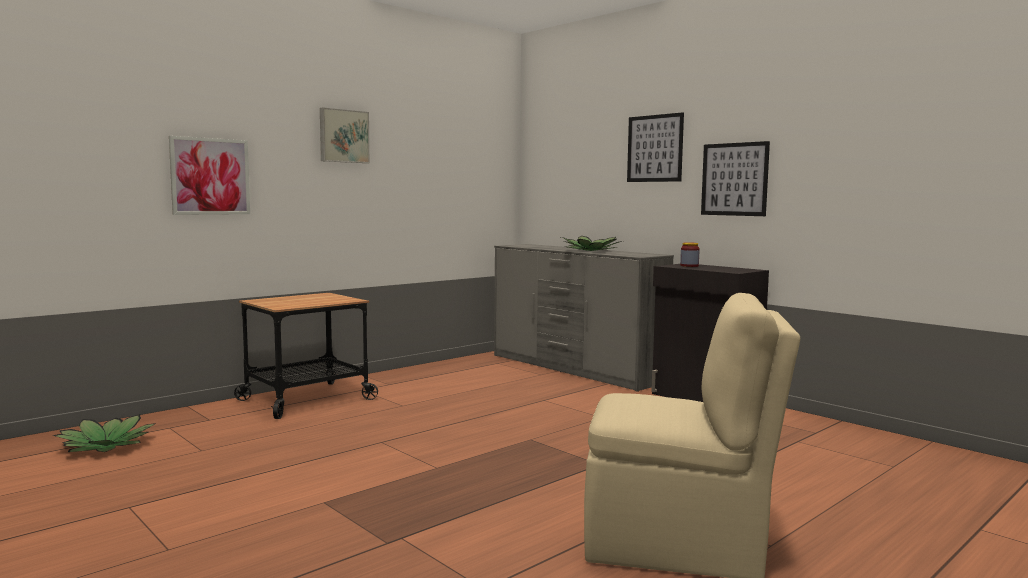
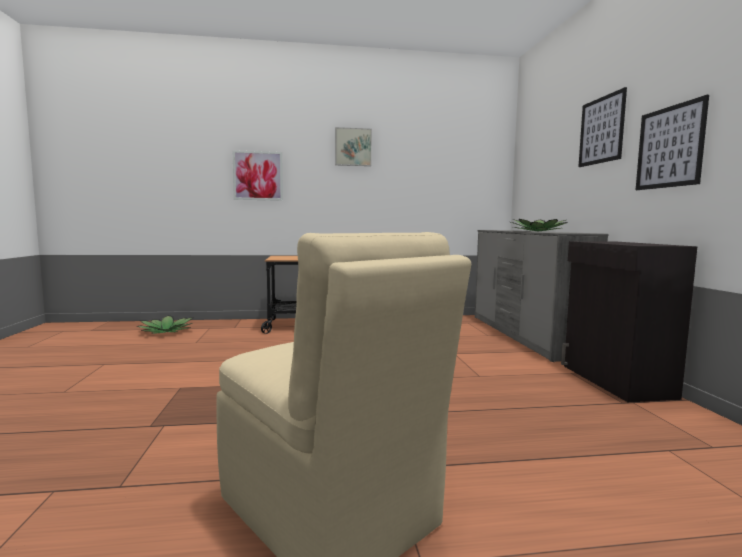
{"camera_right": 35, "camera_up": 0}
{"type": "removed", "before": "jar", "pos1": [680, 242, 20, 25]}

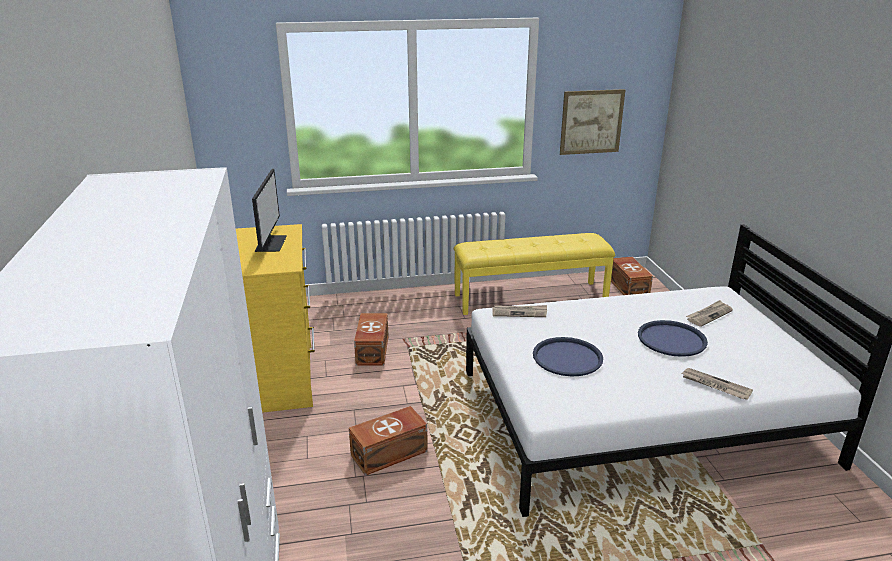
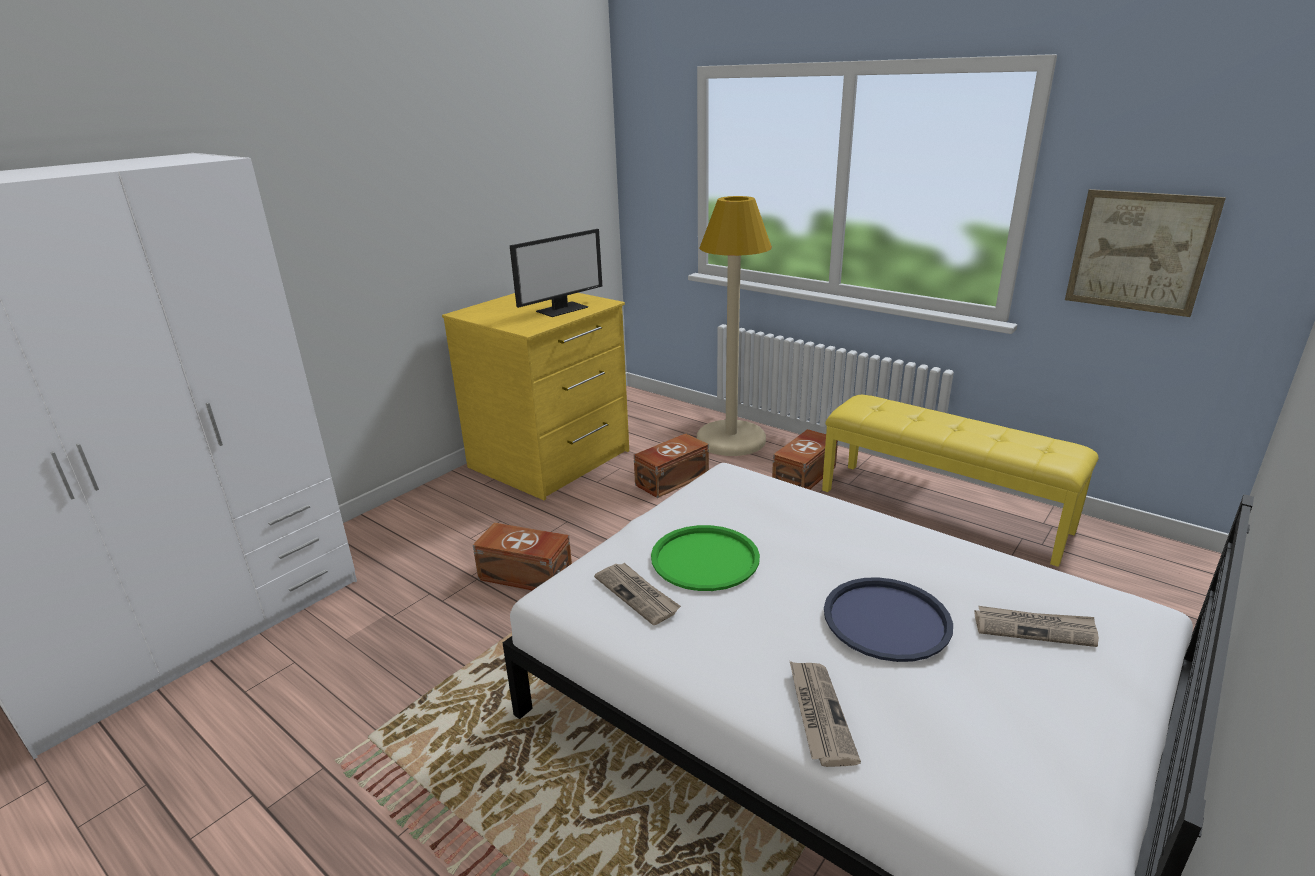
{"camera_right": 50, "camera_up": 0}
{"type": "added", "after": "beige floor lamp", "pos2": [697, 196, 75, 260]}
{"type": "moved", "before": "newspaper", "pos1": [492, 305, 55, 12], "pos2": [594, 563, 87, 62]}
{"type": "moved", "before": "brown storage box", "pos1": [611, 257, 42, 38], "pos2": [772, 429, 66, 61]}
{"type": "recoloured", "before": "blue tray", "after": "green tray", "pos1": [533, 337, 70, 39], "pos2": [651, 525, 109, 66]}

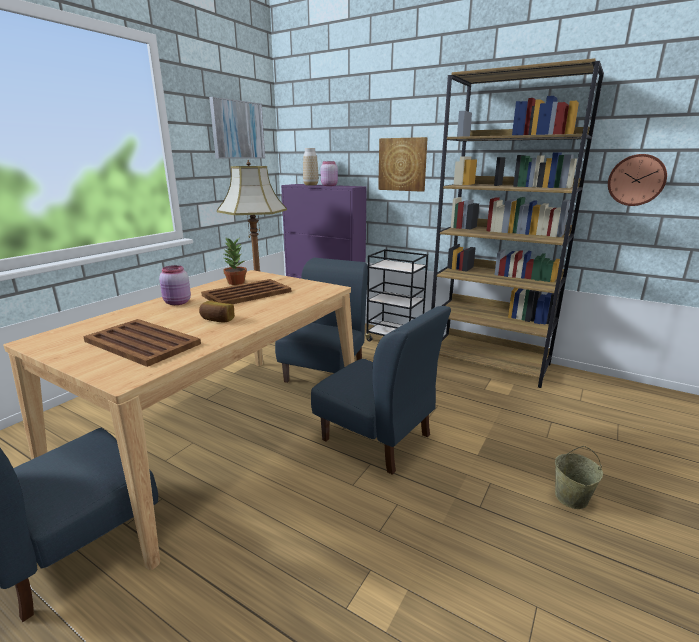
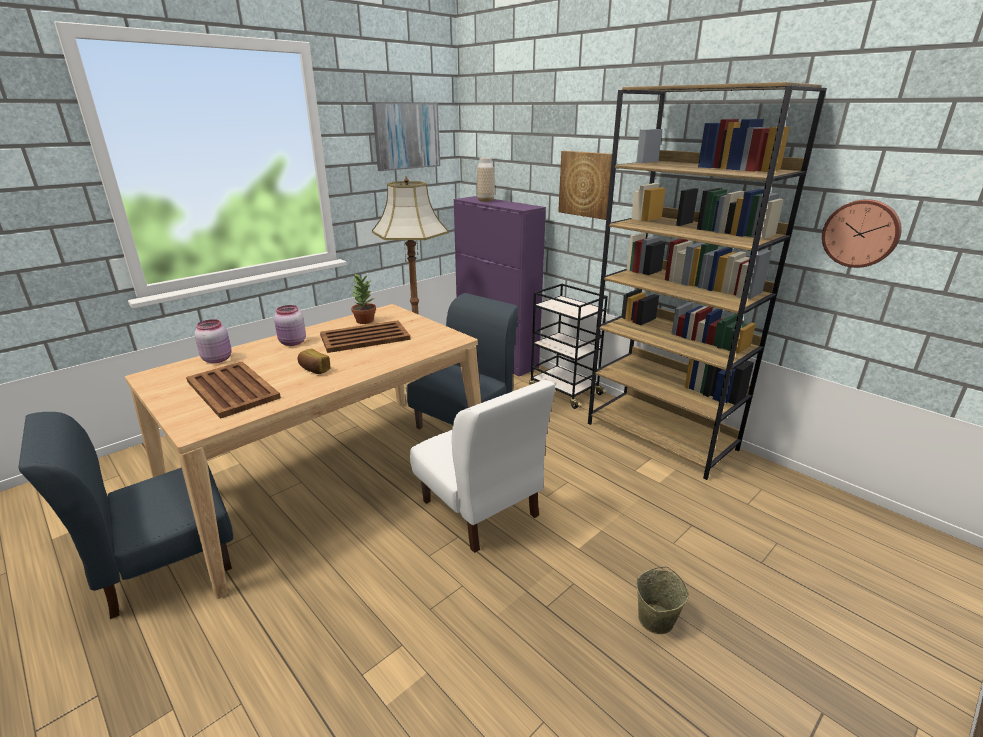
{"camera_right": 15, "camera_up": 5}
{"type": "moved", "before": "pink jar", "pos1": [321, 161, 17, 25], "pos2": [194, 319, 38, 44]}
{"type": "recoloured", "before": "blue chair", "after": "white chair", "pos1": [311, 306, 140, 169], "pos2": [410, 380, 145, 173]}

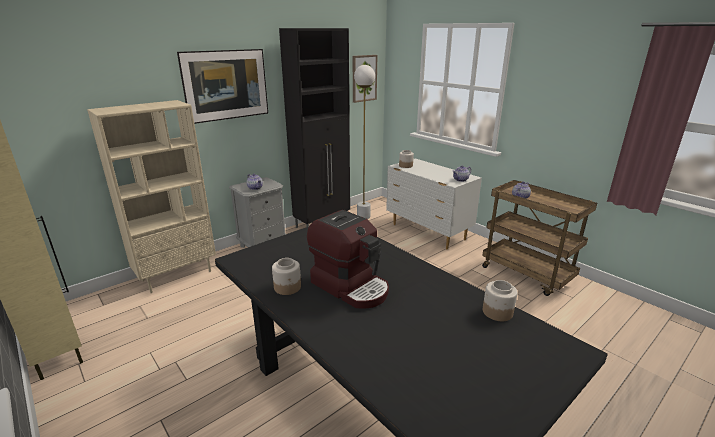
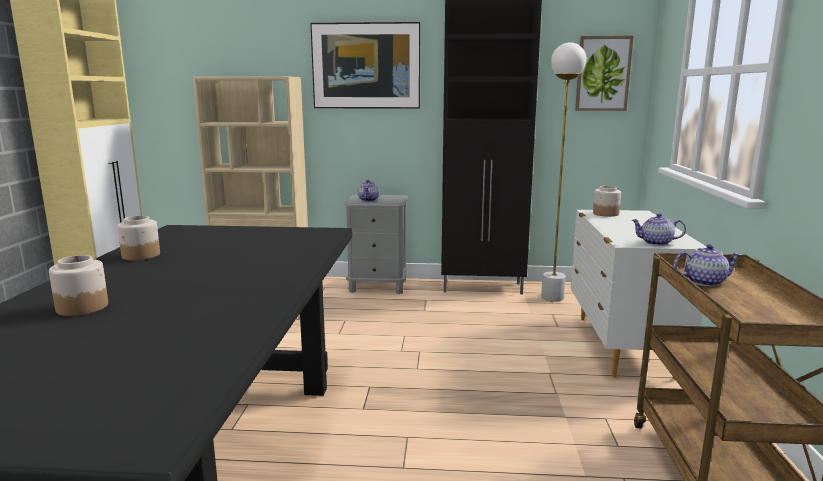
{"camera_right": 45, "camera_up": -10}
{"type": "removed", "before": "coffee machine", "pos1": [307, 210, 82, 99]}
{"type": "moved", "before": "jar", "pos1": [483, 280, 35, 41], "pos2": [49, 255, 59, 61]}

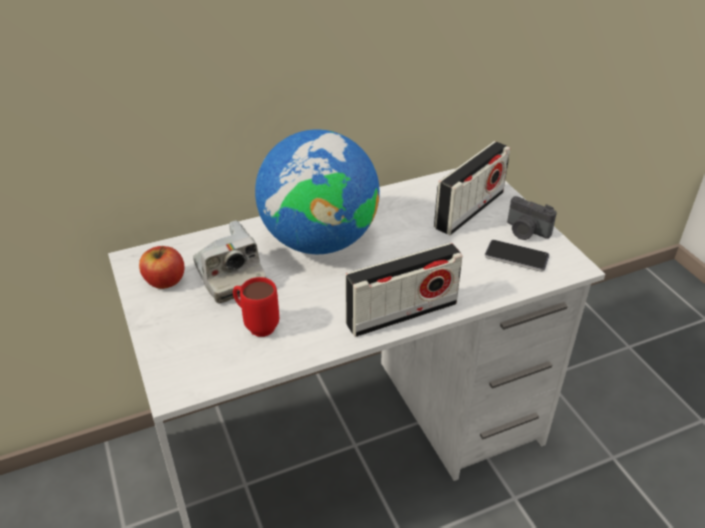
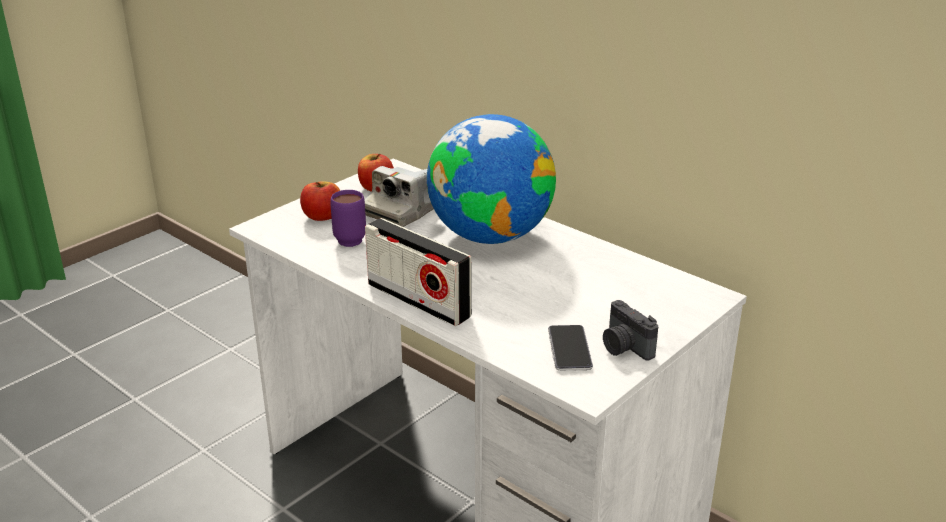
{"camera_right": 65, "camera_up": -10}
{"type": "removed", "before": "radio", "pos1": [434, 141, 76, 94]}
{"type": "added", "after": "apple", "pos2": [300, 181, 40, 40]}
{"type": "recoloured", "before": "red mug", "after": "purple mug", "pos1": [233, 277, 46, 60], "pos2": [330, 190, 36, 57]}
{"type": "turned", "before": "photo camera", "pos1": [507, 196, 50, 44], "pos2": [603, 300, 55, 61], "turn": -45}

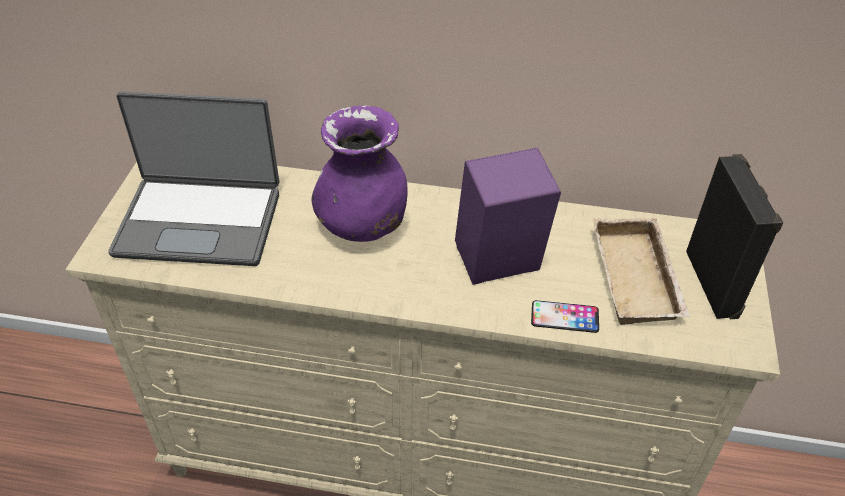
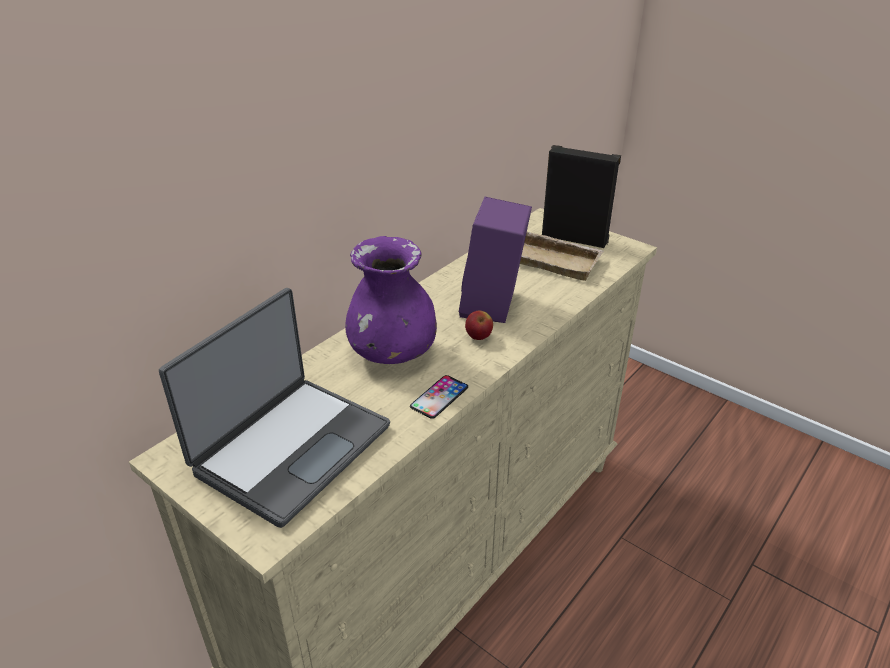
{"camera_right": -60, "camera_up": -10}
{"type": "added", "after": "apple", "pos2": [465, 311, 28, 29]}
{"type": "moved", "before": "phone", "pos1": [531, 300, 68, 33], "pos2": [410, 375, 58, 44]}

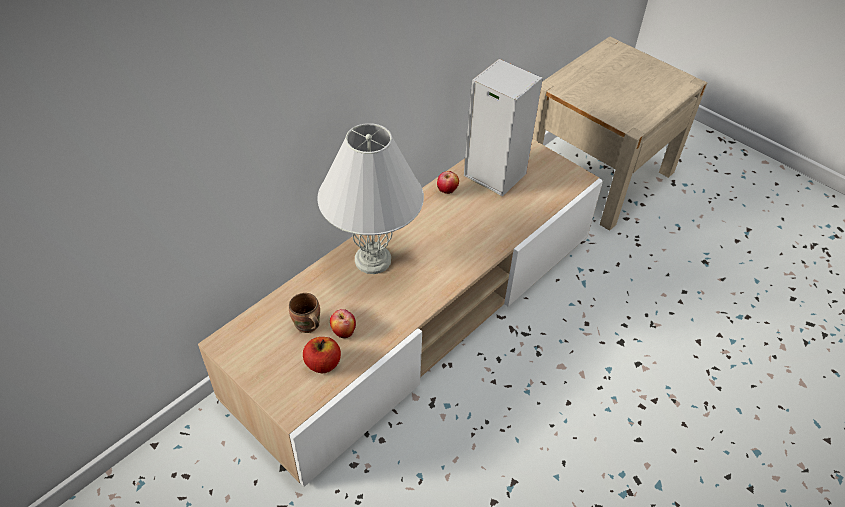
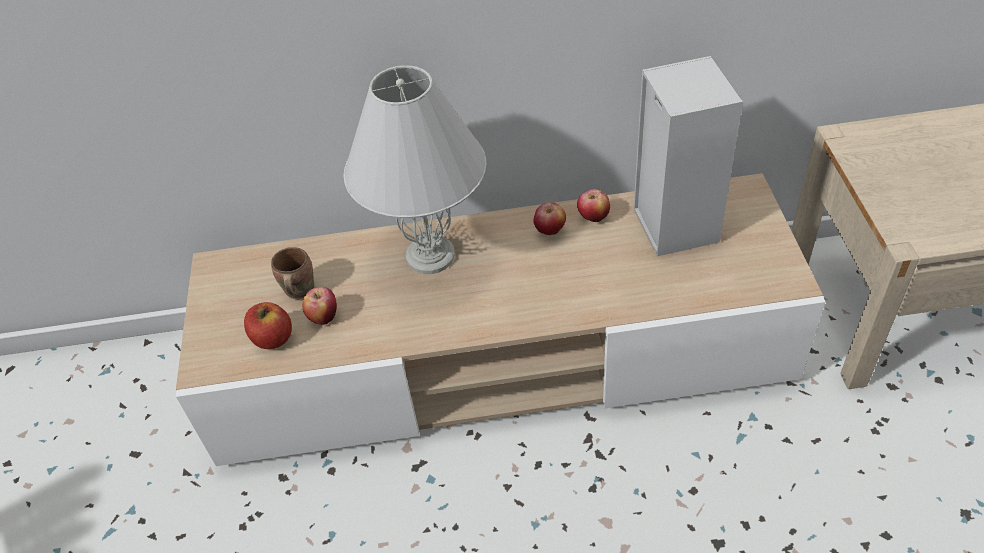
{"camera_right": 45, "camera_up": 0}
{"type": "added", "after": "apple", "pos2": [533, 202, 33, 33]}

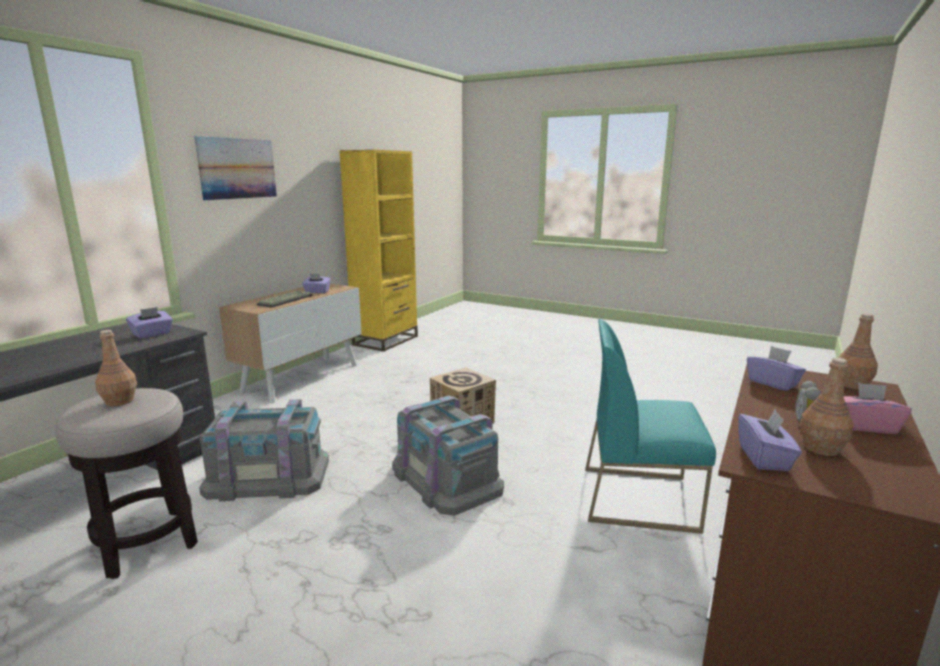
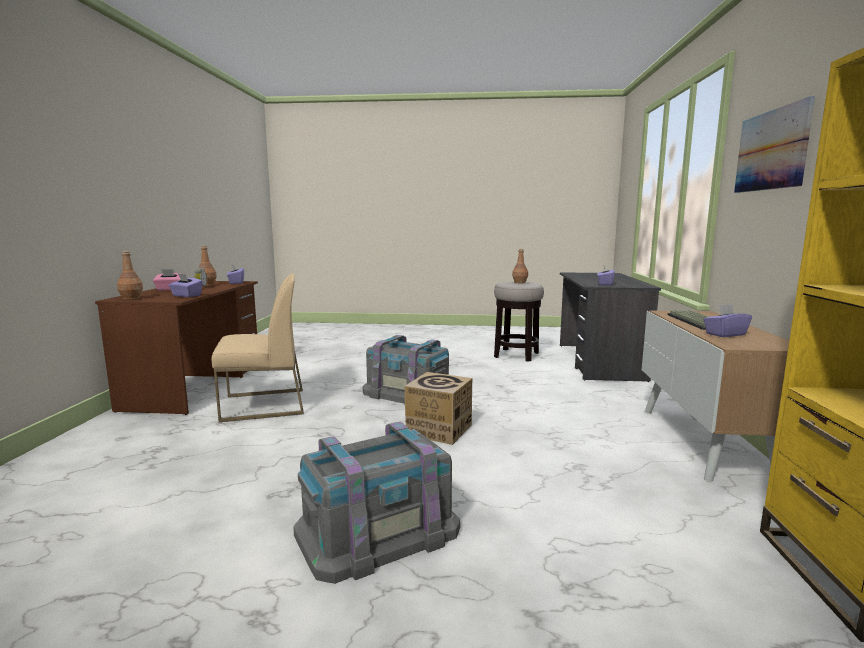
{"camera_right": 155, "camera_up": -5}
{"type": "moved", "before": "grey storage box", "pos1": [199, 399, 130, 102], "pos2": [293, 422, 167, 162]}
{"type": "recoloured", "before": "turquoise chair", "after": "beige chair", "pos1": [585, 319, 131, 215], "pos2": [212, 273, 92, 149]}

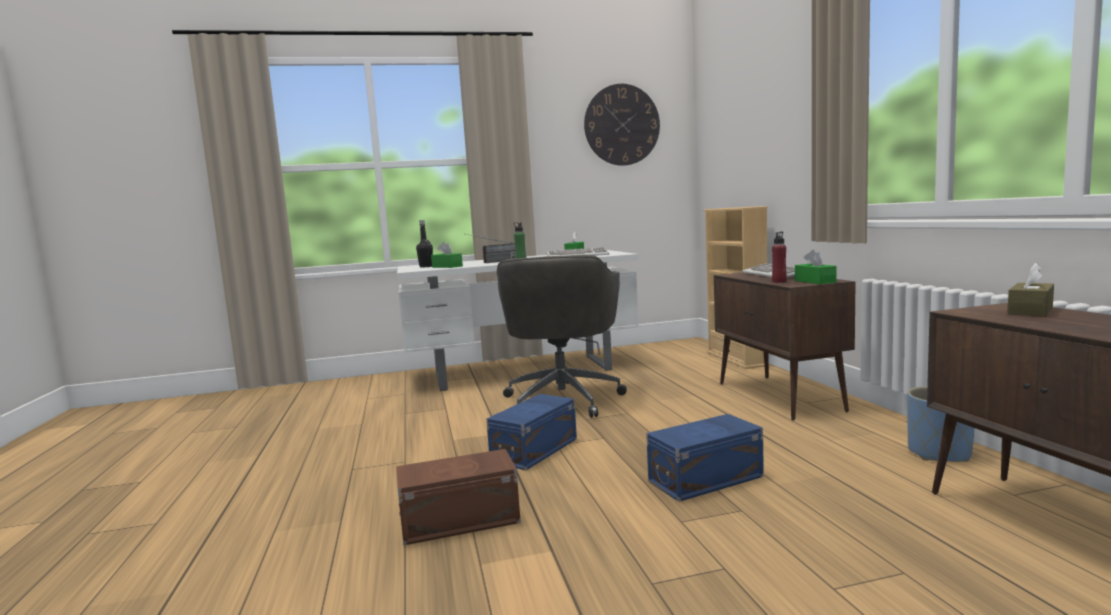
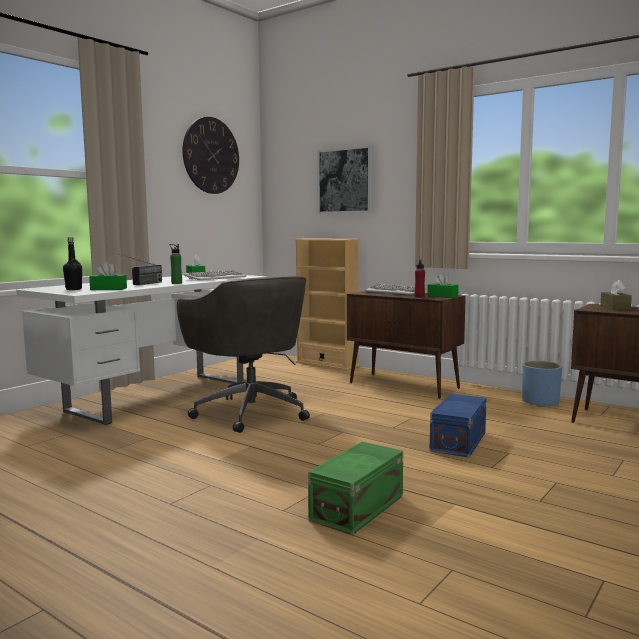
{"camera_right": -40, "camera_up": 0}
{"type": "removed", "before": "blue storage box", "pos1": [486, 394, 91, 76]}
{"type": "added", "after": "picture", "pos2": [317, 145, 56, 69]}
{"type": "recoloured", "before": "brown storage box", "after": "green storage box", "pos1": [396, 449, 125, 96], "pos2": [308, 442, 95, 93]}

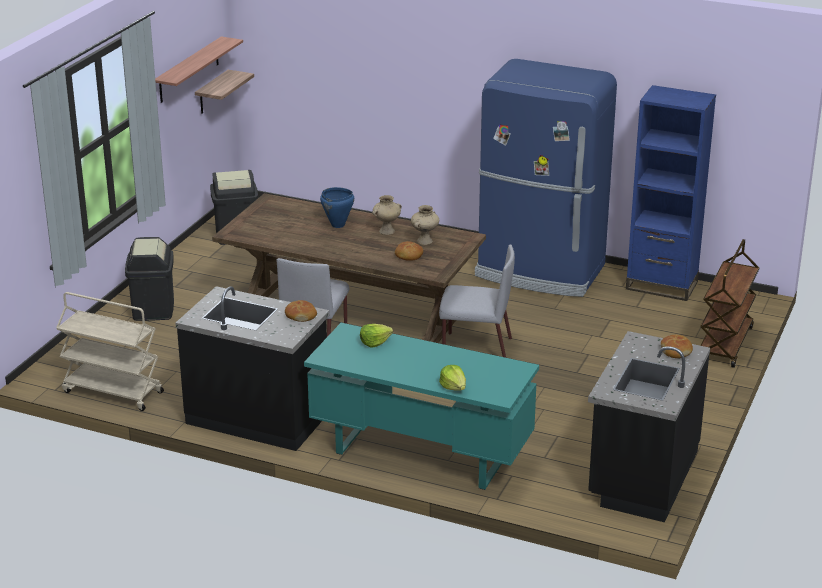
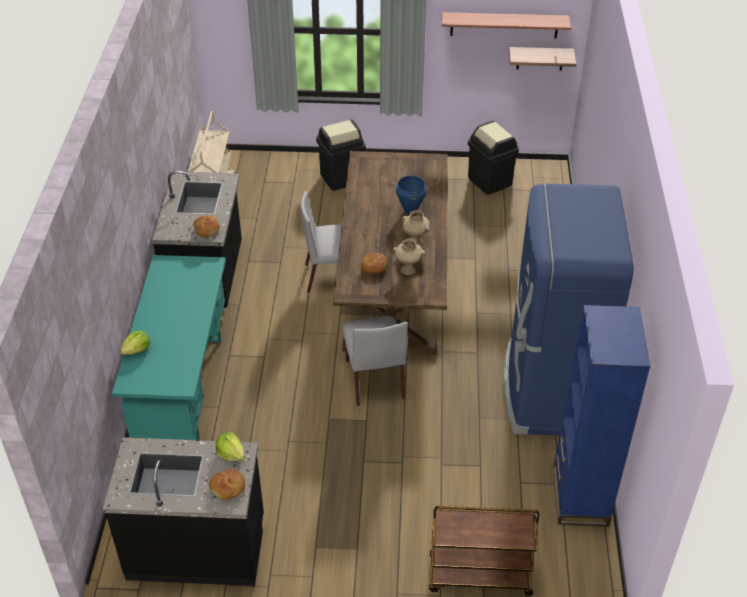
{"camera_right": 70, "camera_up": 15}
{"type": "moved", "before": "lettuce", "pos1": [360, 324, 33, 24], "pos2": [216, 432, 29, 29]}

